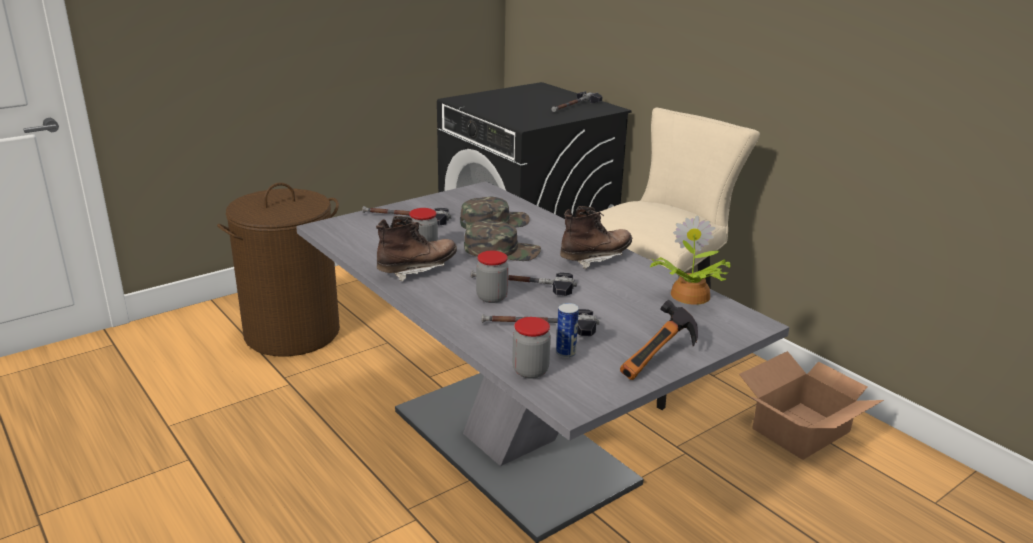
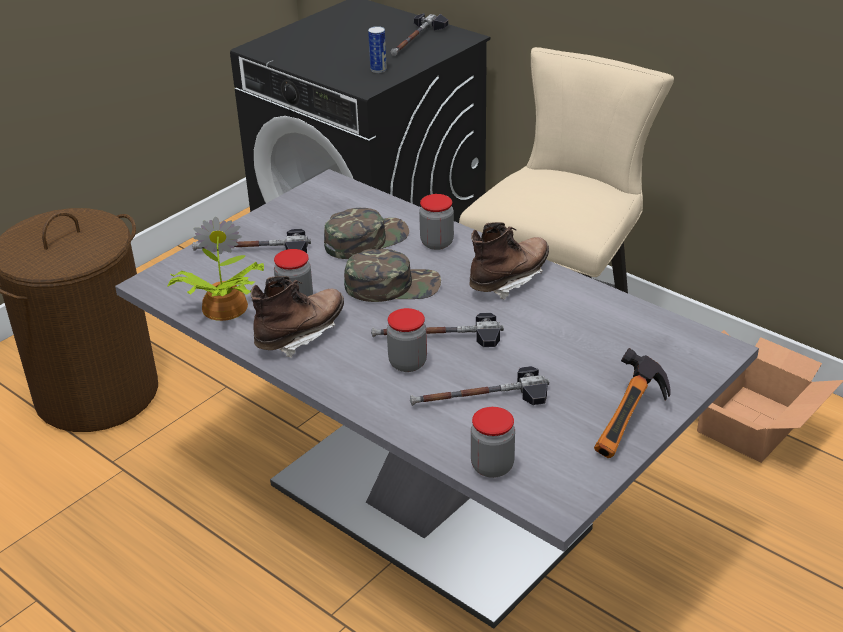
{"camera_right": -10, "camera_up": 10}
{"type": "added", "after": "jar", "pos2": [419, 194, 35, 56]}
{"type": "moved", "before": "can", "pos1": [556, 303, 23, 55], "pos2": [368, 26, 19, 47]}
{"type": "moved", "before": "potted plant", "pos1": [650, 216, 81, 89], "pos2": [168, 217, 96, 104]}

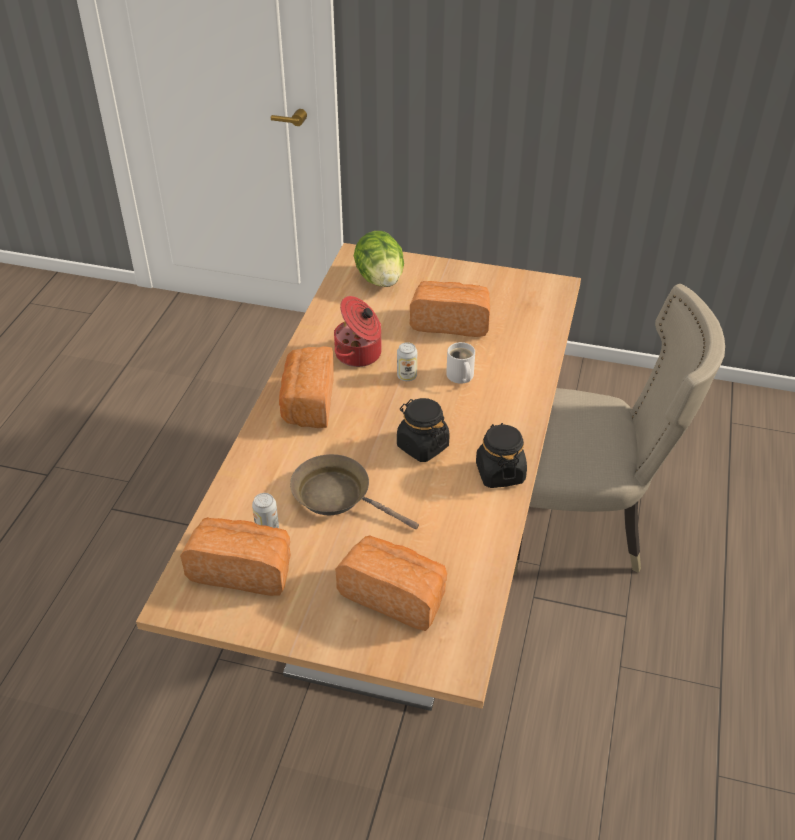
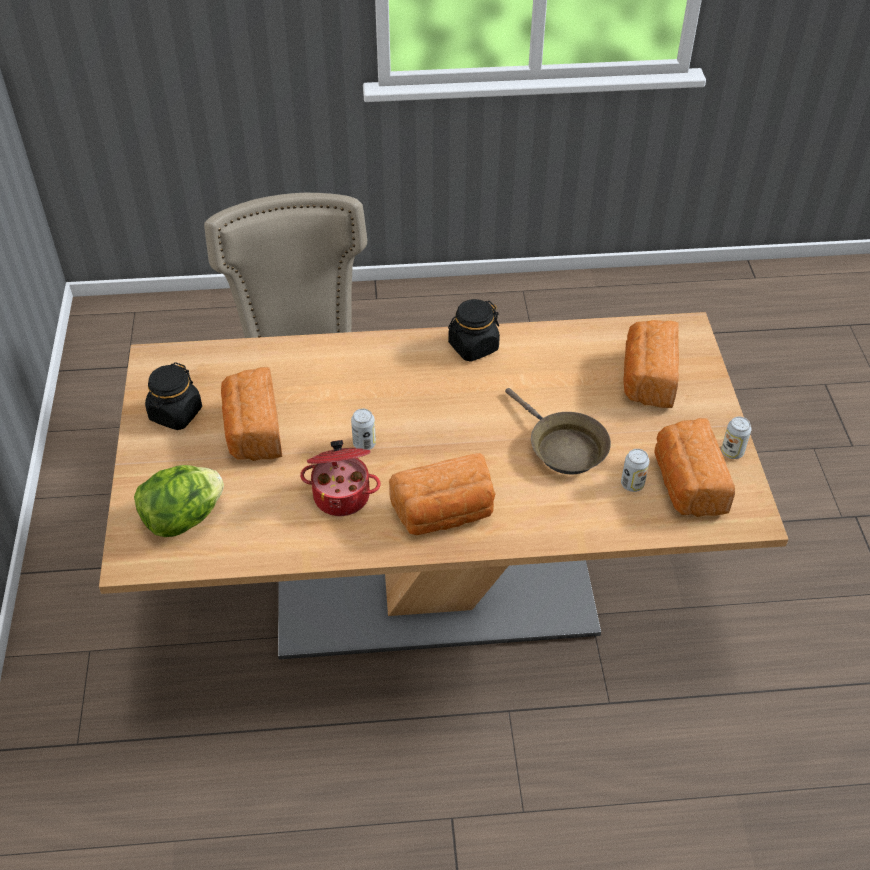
{"camera_right": -110, "camera_up": 5}
{"type": "removed", "before": "white mug", "pos1": [446, 342, 29, 42]}
{"type": "added", "after": "can", "pos2": [721, 417, 31, 42]}
{"type": "moved", "before": "black jar", "pos1": [397, 398, 53, 64], "pos2": [145, 362, 57, 68]}
{"type": "turned", "before": "brown frying pan", "pos1": [290, 454, 129, 75], "pos2": [505, 388, 106, 86], "turn": -45}

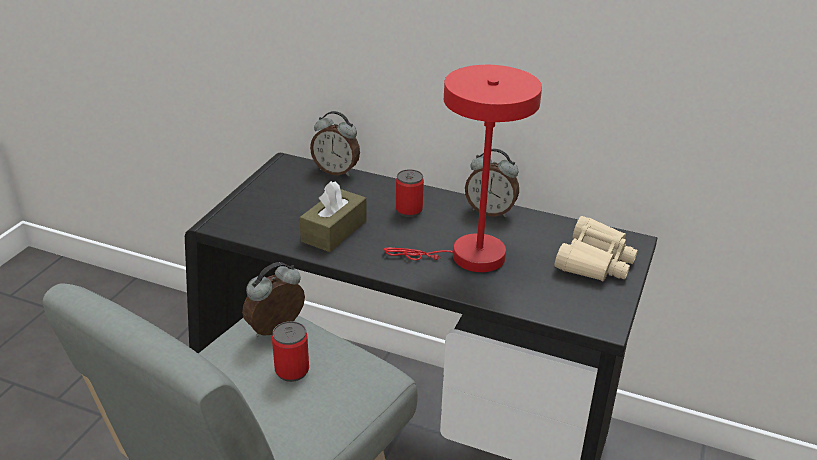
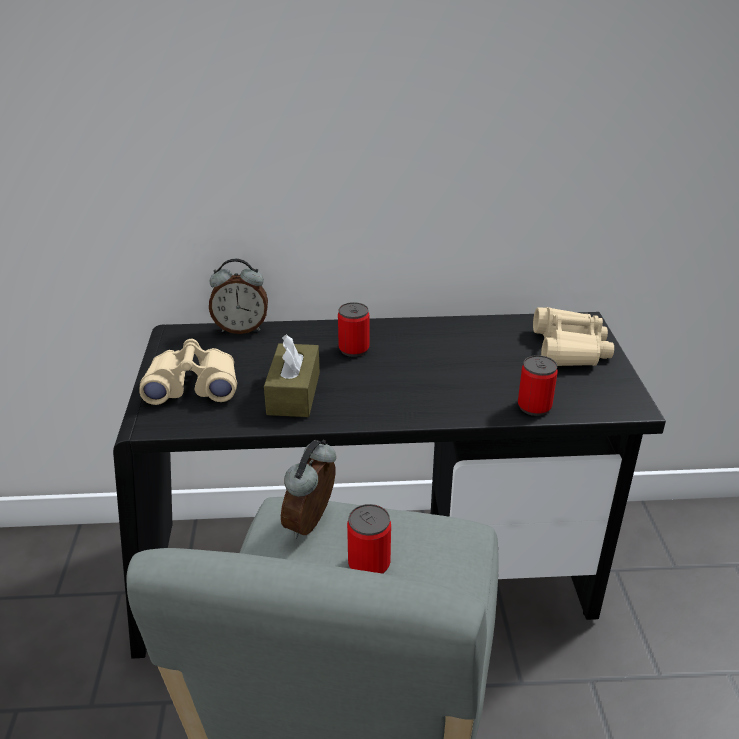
{"camera_right": -25, "camera_up": 0}
{"type": "removed", "before": "red table lamp", "pos1": [384, 65, 158, 207]}
{"type": "removed", "before": "alarm clock", "pos1": [465, 148, 54, 69]}
{"type": "added", "after": "beige binoculars", "pos2": [140, 339, 97, 66]}
{"type": "added", "after": "can", "pos2": [518, 355, 40, 61]}

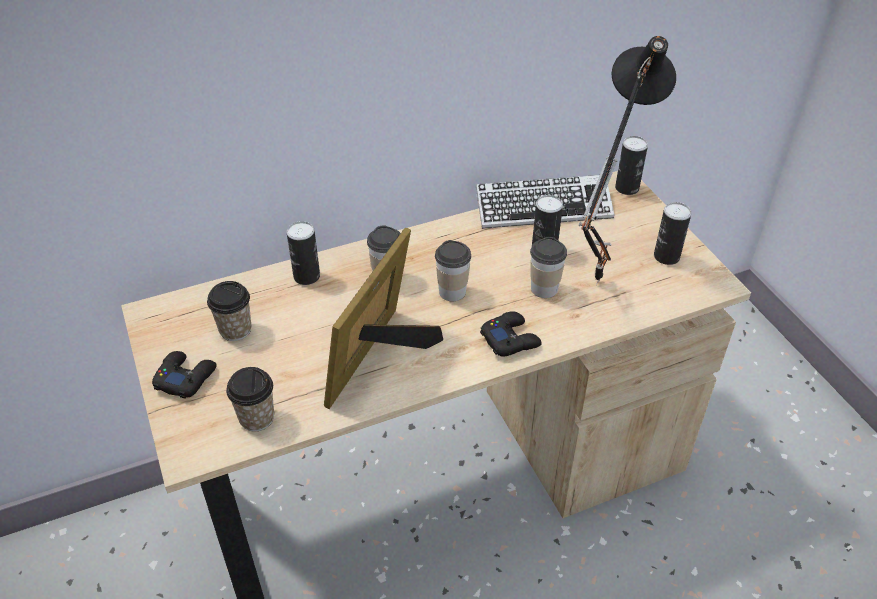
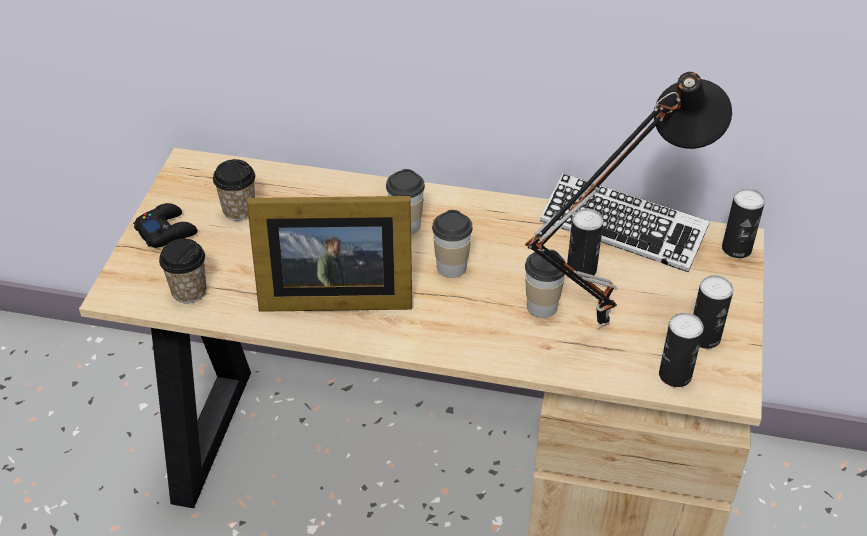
{"camera_right": 35, "camera_up": 0}
{"type": "removed", "before": "black game controller", "pos1": [480, 311, 62, 46]}
{"type": "moved", "before": "can", "pos1": [287, 221, 33, 64], "pos2": [659, 312, 45, 75]}
{"type": "turned", "before": "picture frame", "pos1": [324, 228, 119, 181], "pos2": [247, 196, 165, 116], "turn": -150}

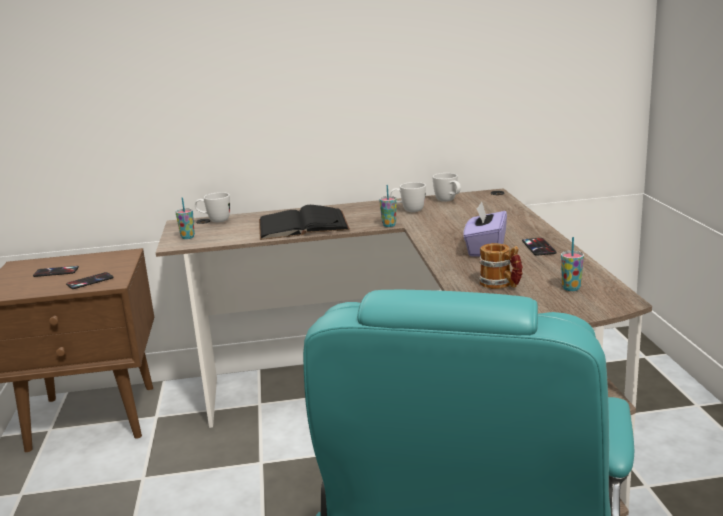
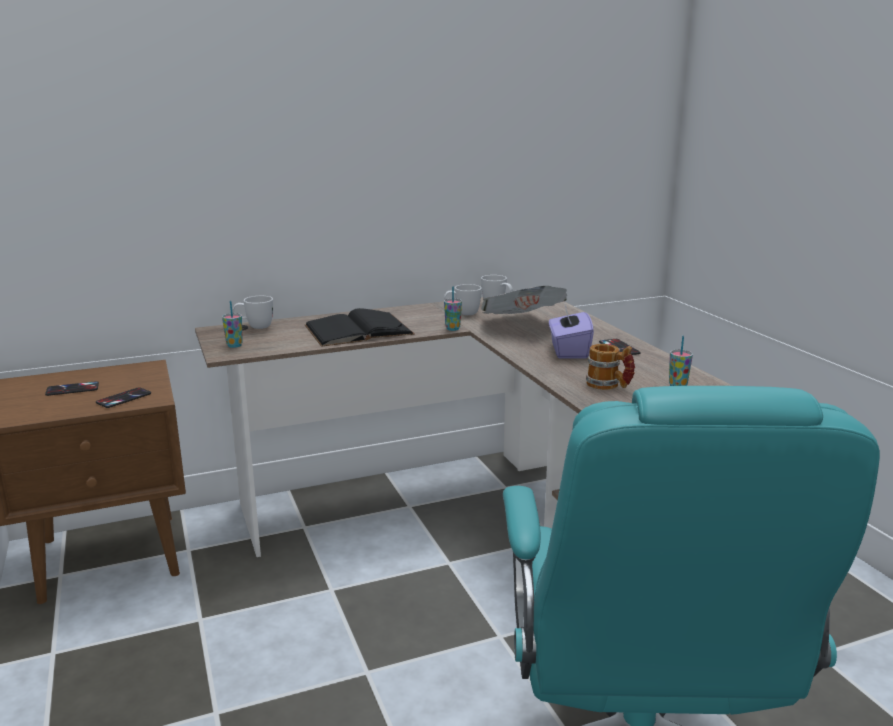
{"camera_right": -15, "camera_up": 0}
{"type": "added", "after": "newspaper", "pos2": [481, 286, 86, 28]}

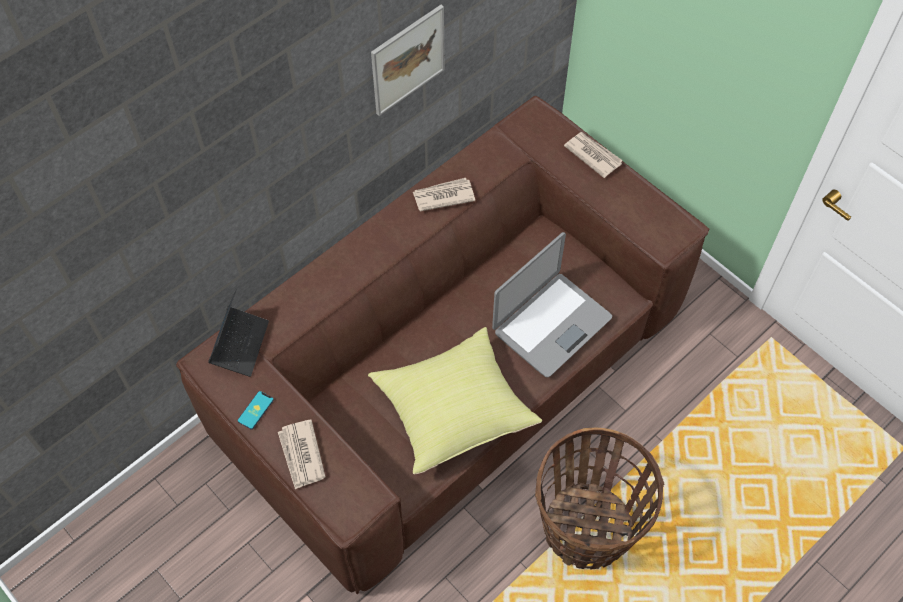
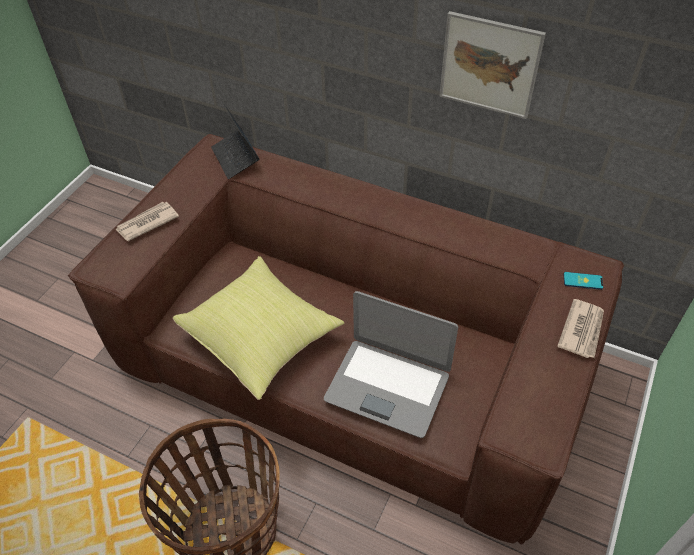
{"camera_right": 70, "camera_up": -10}
{"type": "removed", "before": "newspaper", "pos1": [413, 178, 62, 33]}
{"type": "moved", "before": "phone", "pos1": [238, 391, 36, 38], "pos2": [563, 272, 40, 18]}
{"type": "turned", "before": "laptop", "pos1": [208, 289, 61, 88], "pos2": [211, 104, 49, 75], "turn": 75}

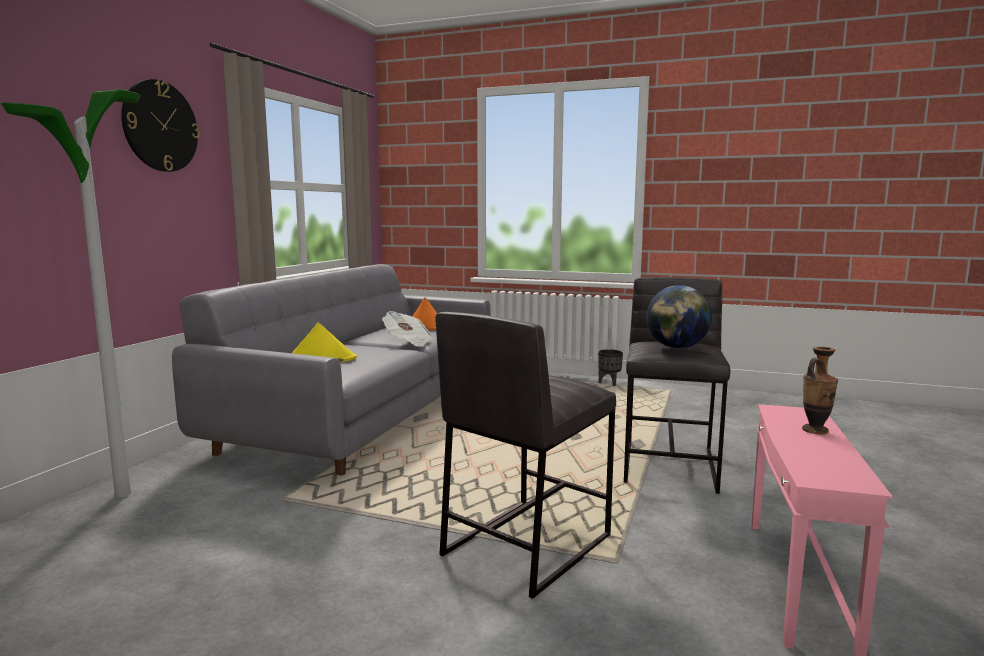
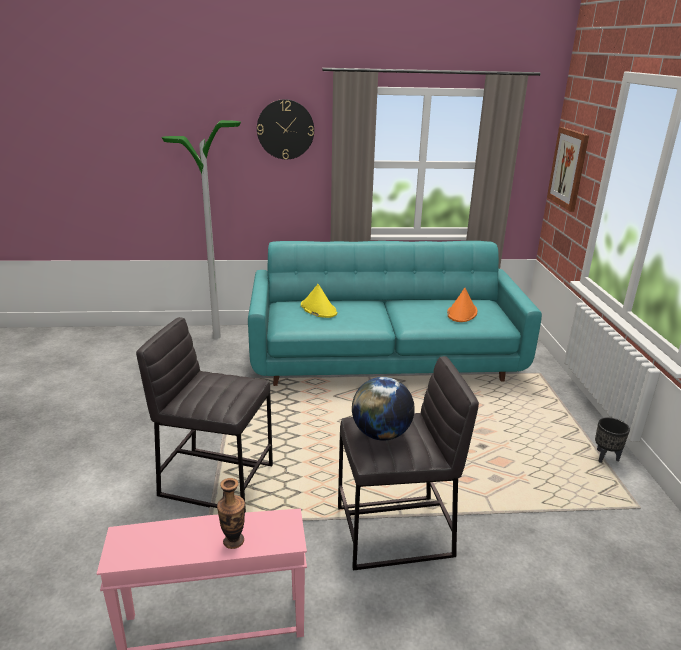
{"camera_right": 65, "camera_up": 15}
{"type": "removed", "before": "newspaper", "pos1": [382, 311, 51, 36]}
{"type": "added", "after": "picture", "pos2": [547, 127, 42, 85]}
{"type": "recoloured", "before": "grey sofa", "after": "turquoise sofa", "pos1": [172, 264, 319, 211], "pos2": [248, 241, 294, 145]}

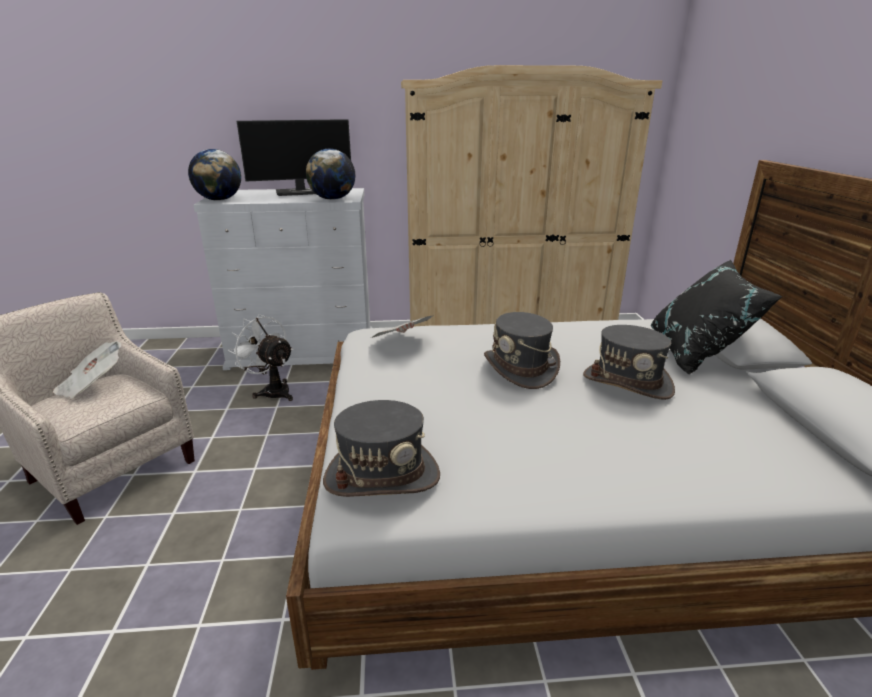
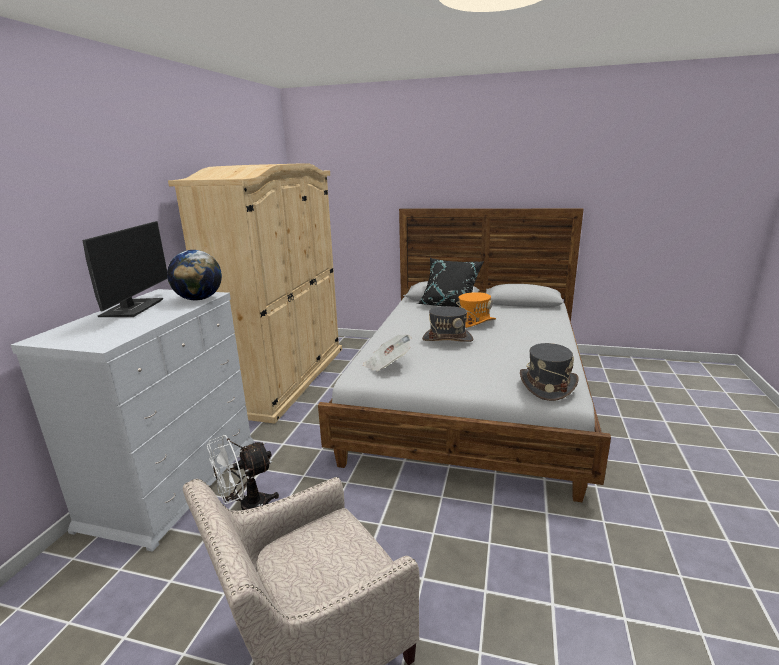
{"camera_right": -70, "camera_up": -5}
{"type": "removed", "before": "newspaper", "pos1": [53, 341, 69, 58]}
{"type": "removed", "before": "globe", "pos1": [188, 149, 53, 52]}
{"type": "recoloured", "before": "grey hat", "after": "orange hat", "pos1": [583, 325, 92, 75], "pos2": [456, 292, 40, 36]}

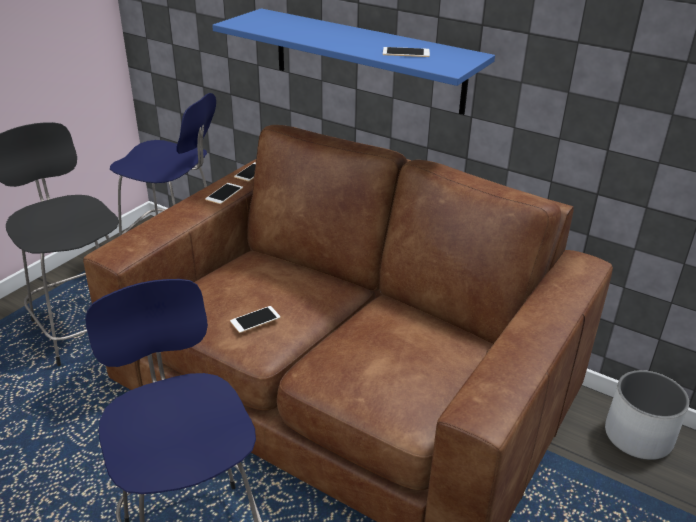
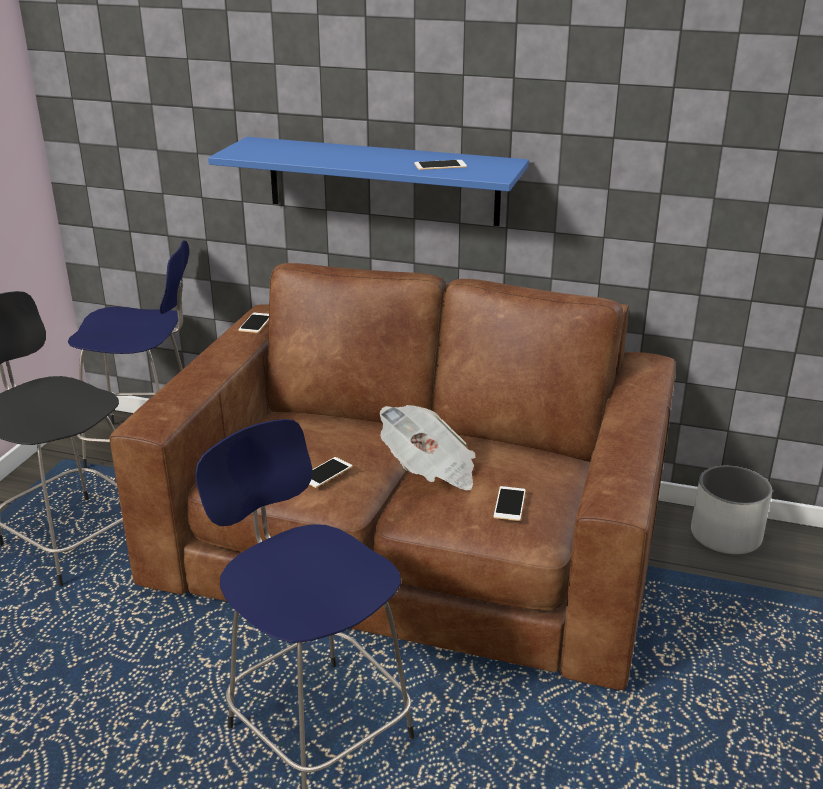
{"camera_right": -15, "camera_up": -5}
{"type": "added", "after": "newspaper", "pos2": [380, 405, 96, 85]}
{"type": "moved", "before": "phone", "pos1": [205, 183, 38, 21], "pos2": [494, 486, 32, 35]}

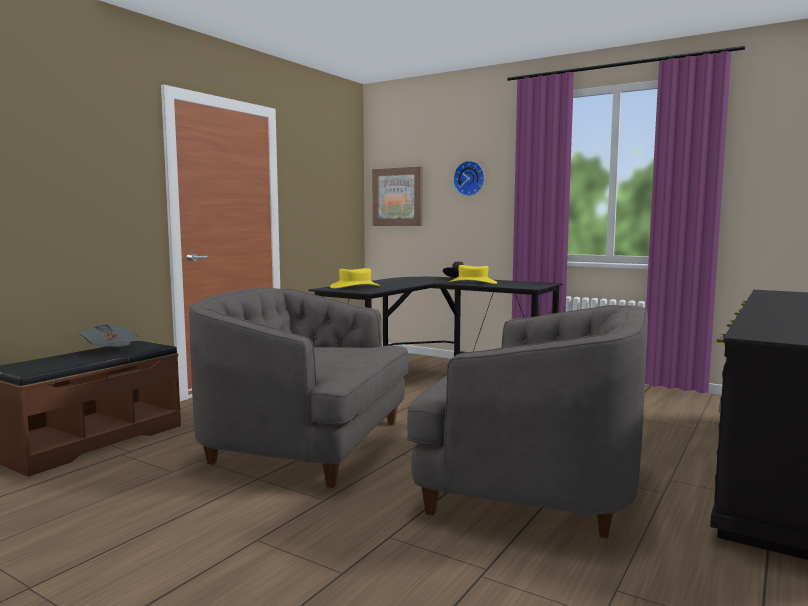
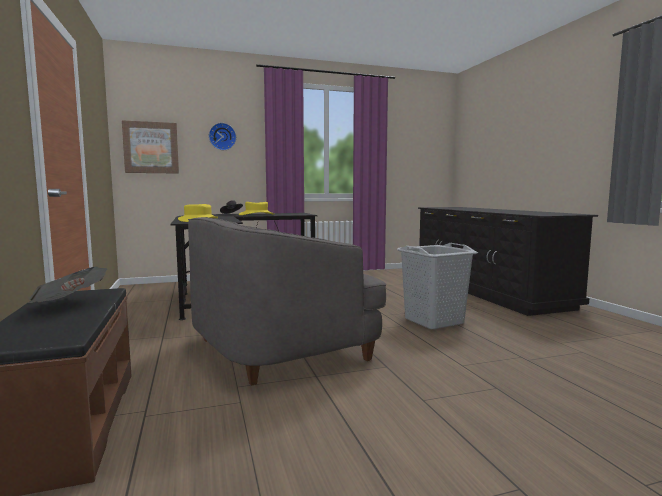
{"camera_right": -50, "camera_up": 0}
{"type": "replaced", "before": "grey armchair", "after": "grey laundry basket", "pos1": [407, 305, 241, 233], "pos2": [397, 243, 81, 86]}

